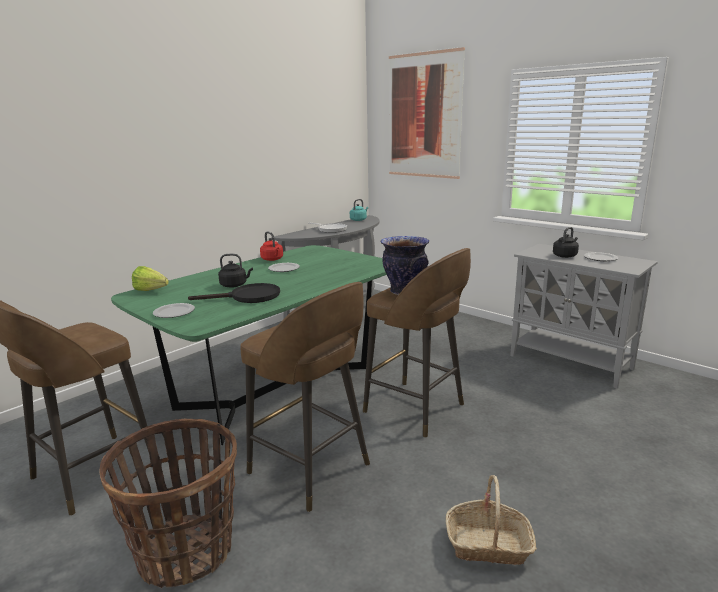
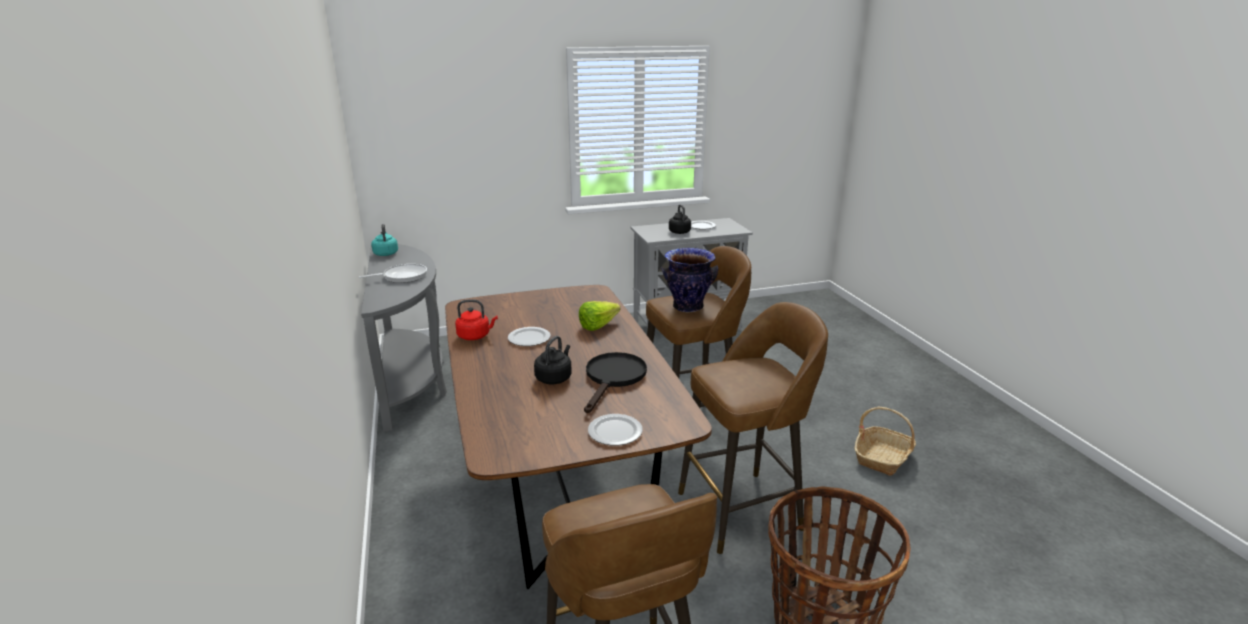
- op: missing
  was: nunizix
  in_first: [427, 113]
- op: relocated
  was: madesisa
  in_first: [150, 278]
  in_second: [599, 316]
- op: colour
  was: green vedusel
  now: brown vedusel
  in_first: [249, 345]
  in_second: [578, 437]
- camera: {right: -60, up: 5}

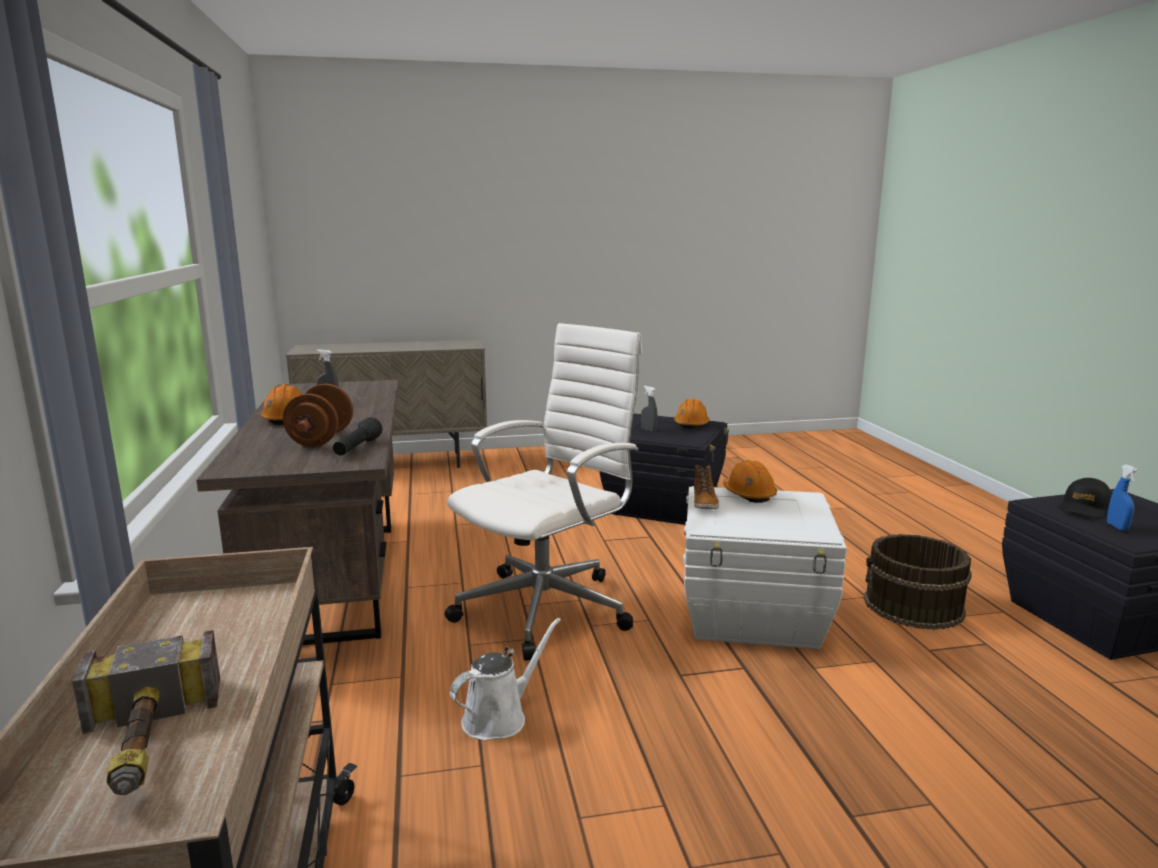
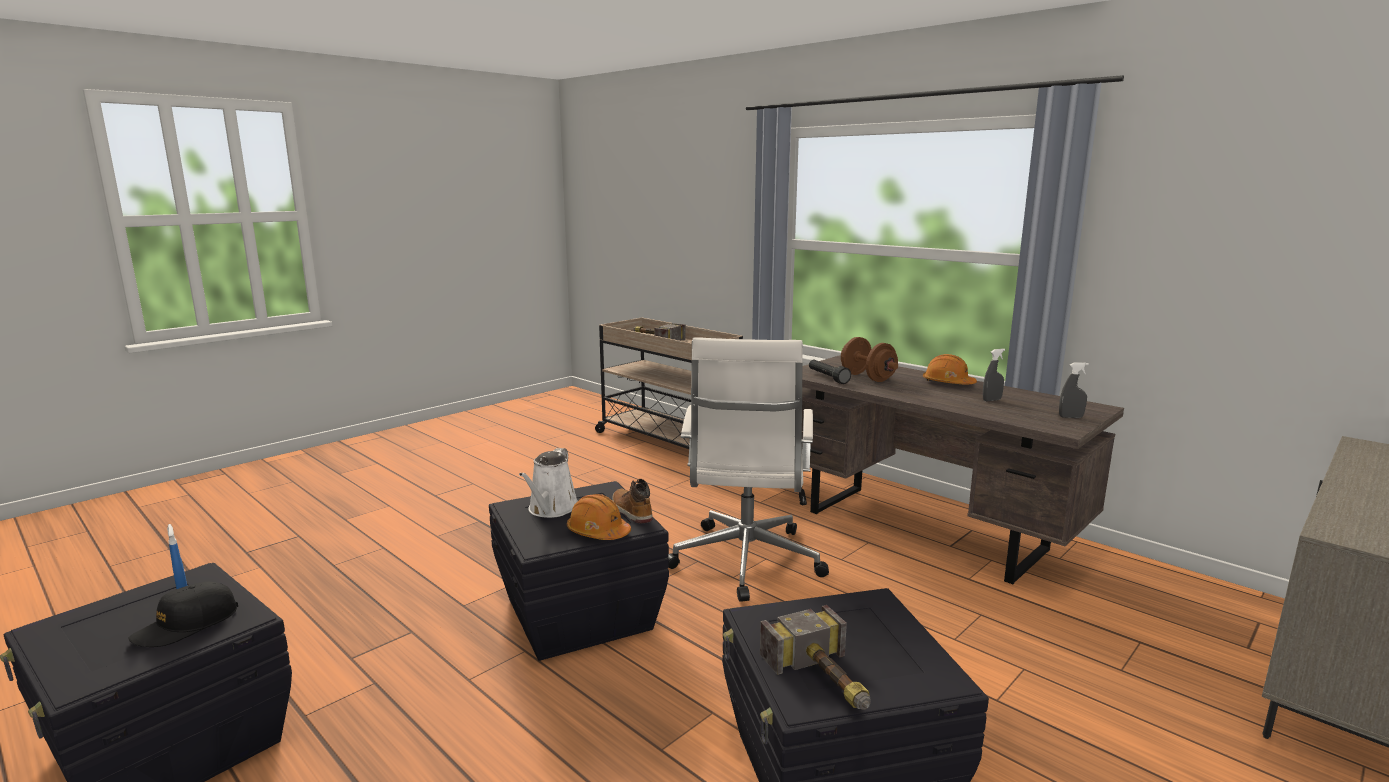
- op: missing
  was: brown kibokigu
  in_first: [918, 582]
- op: relocated
  was: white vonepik
  in_first: [505, 679]
  in_second: [548, 483]
- op: relocated
  was: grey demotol
  in_first: [649, 408]
  in_second: [1074, 390]
- op: exchanged
  was: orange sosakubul
  now: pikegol
  in_first: [692, 413]
  in_second: [815, 657]
- op: colour
  was: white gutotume
  now: black gutotume
  in_first: [765, 567]
  in_second: [579, 571]
- op: spun
  was: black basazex
  in_first: [1085, 498]
  in_second: [183, 614]
  clockwise: -150
- camera: {right: 145, up: 0}

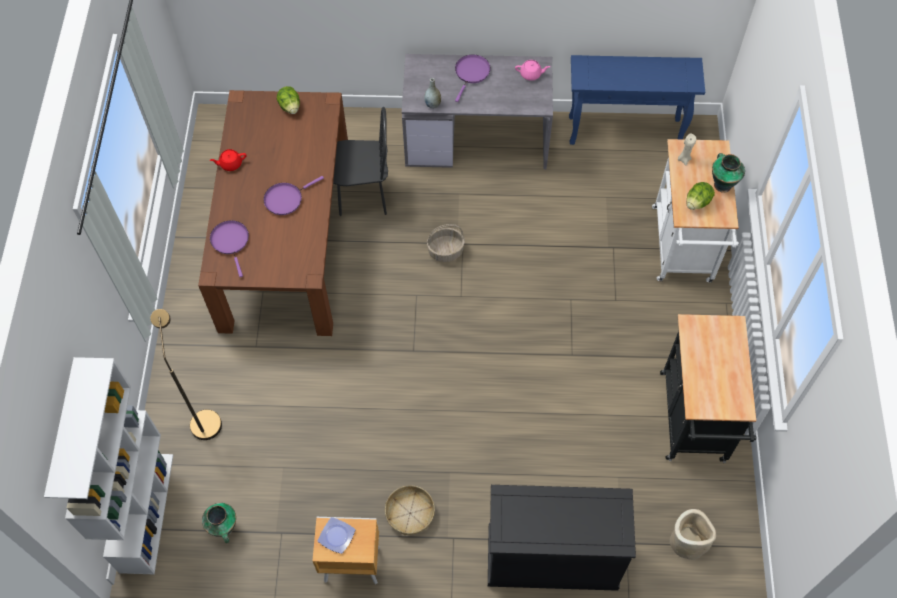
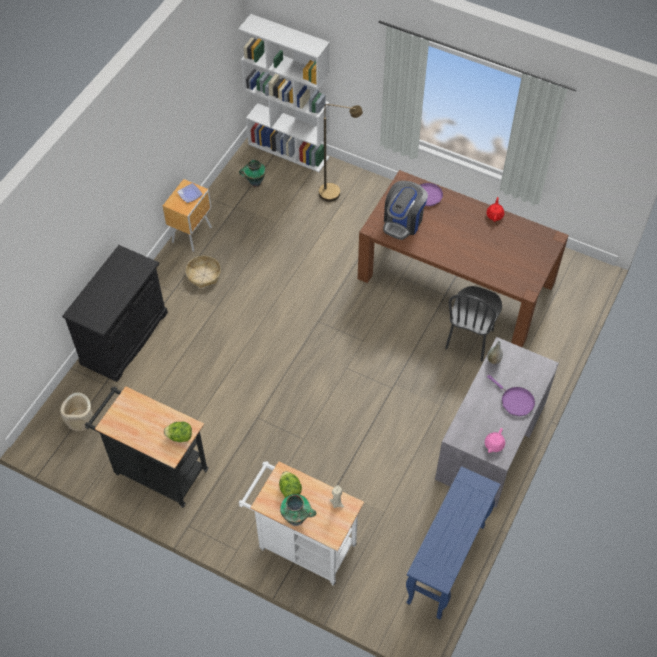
- op: missing
  was: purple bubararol
  in_first: [294, 195]
- op: missing
  was: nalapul
  in_first: [446, 243]
- op: appeared
  now: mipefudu
  in_second: [405, 210]
- op: relocated
  was: madesisa
  in_first: [288, 100]
  in_second: [178, 432]
- camera: {right: 115, up: -5}

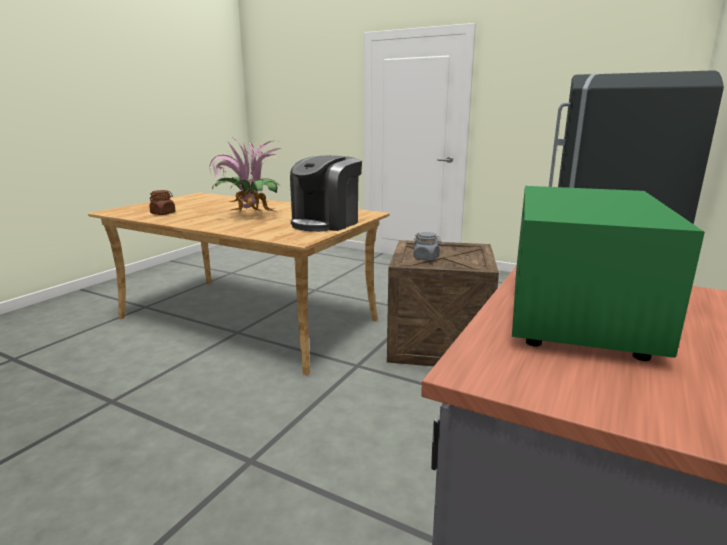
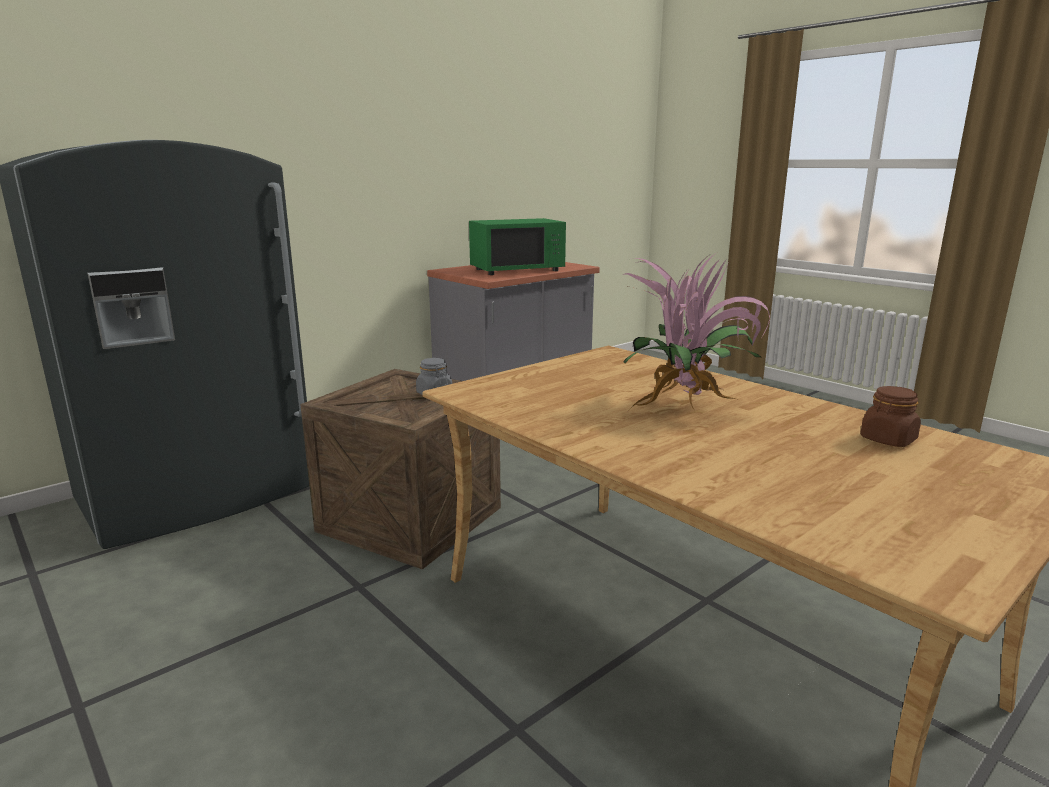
- op: missing
  was: mipefudu
  in_first: [326, 193]
- op: spun
  was: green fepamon
  in_first: [608, 273]
  in_second: [517, 246]
  clockwise: -150
- camera: {right: -160, up: 0}

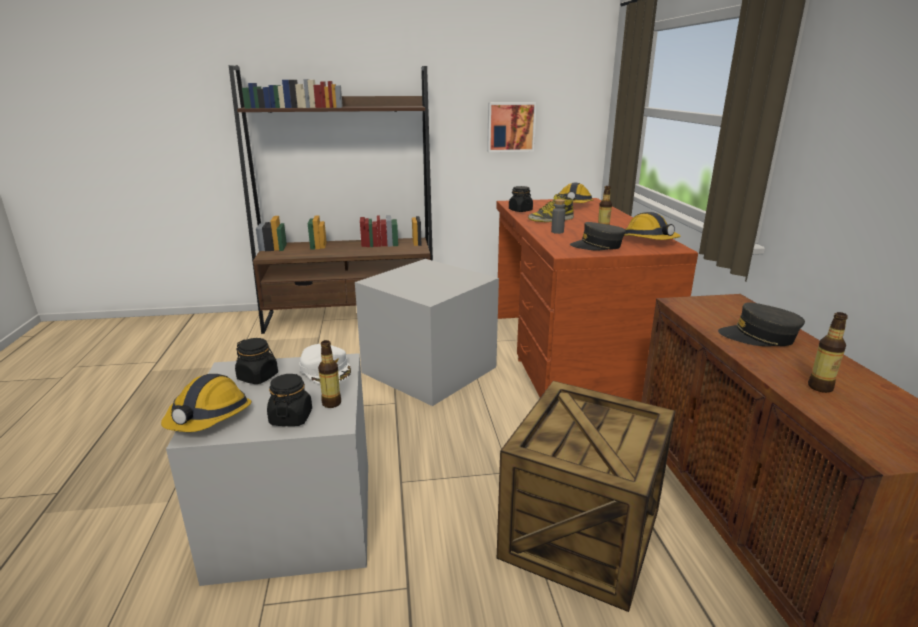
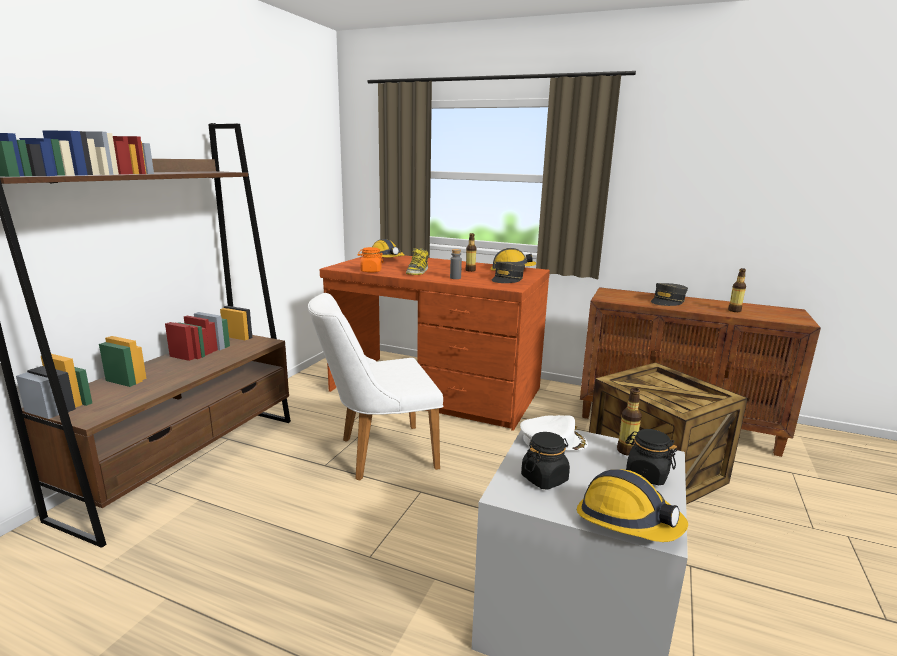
- op: missing
  was: nunizix
  in_first: [512, 127]
- op: exchanged
  was: grey gutotume
  now: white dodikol
  in_first: [427, 332]
  in_second: [375, 387]
- op: colour
  was: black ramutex
  now: orange ramutex
  in_first: [521, 199]
  in_second: [371, 260]
- camera: {right: -60, up: -5}

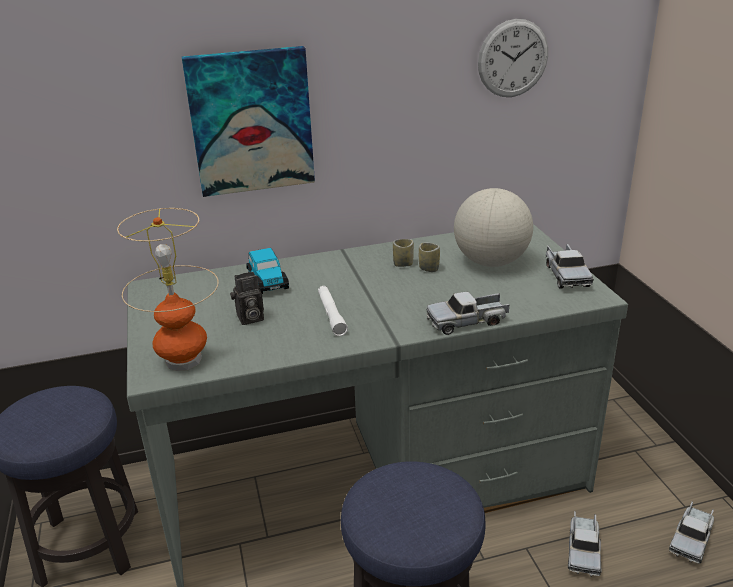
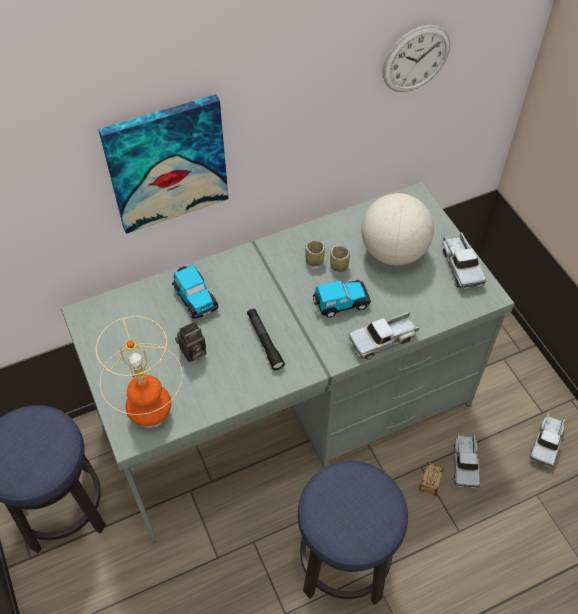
- op: appeared
  now: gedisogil
  in_second: [342, 299]
- op: appeared
  now: gutotume
  in_second: [431, 486]
- op: colour
  was: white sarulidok
  now: black sarulidok
  in_first: [333, 311]
  in_second: [266, 339]
- camera: {right: -10, up: 25}

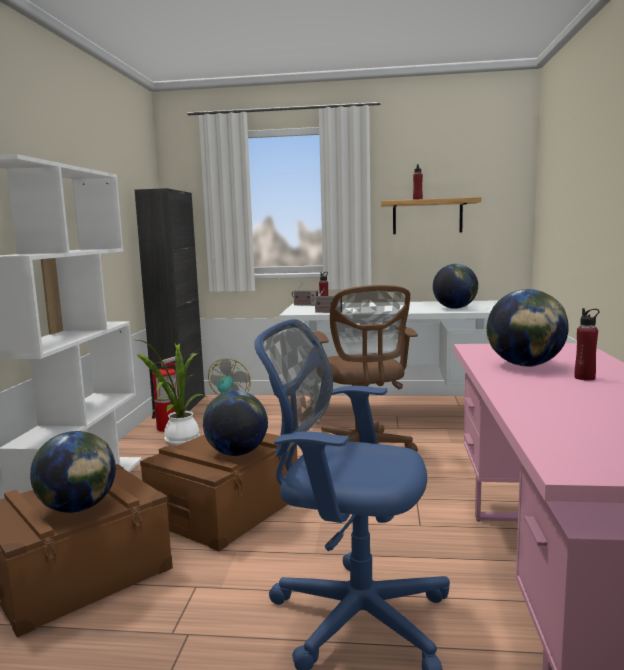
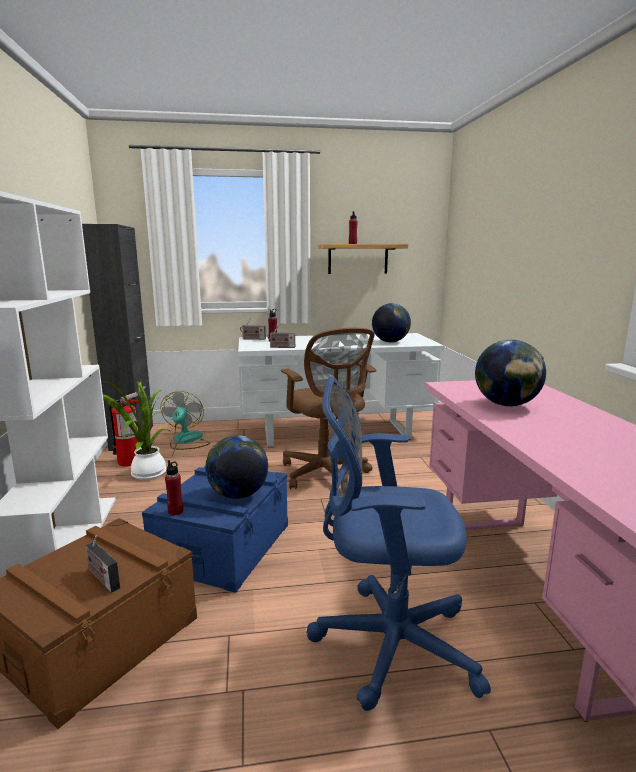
- op: relocated
  was: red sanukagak
  in_first: [587, 344]
  in_second: [174, 487]
- op: exchanged
  was: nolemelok
  now: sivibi
  in_first: [73, 472]
  in_second: [103, 564]
- op: colour
  was: brown gutotume
  now: blue gutotume
  in_first: [218, 492]
  in_second: [215, 530]
- camera: {right: -15, up: 5}

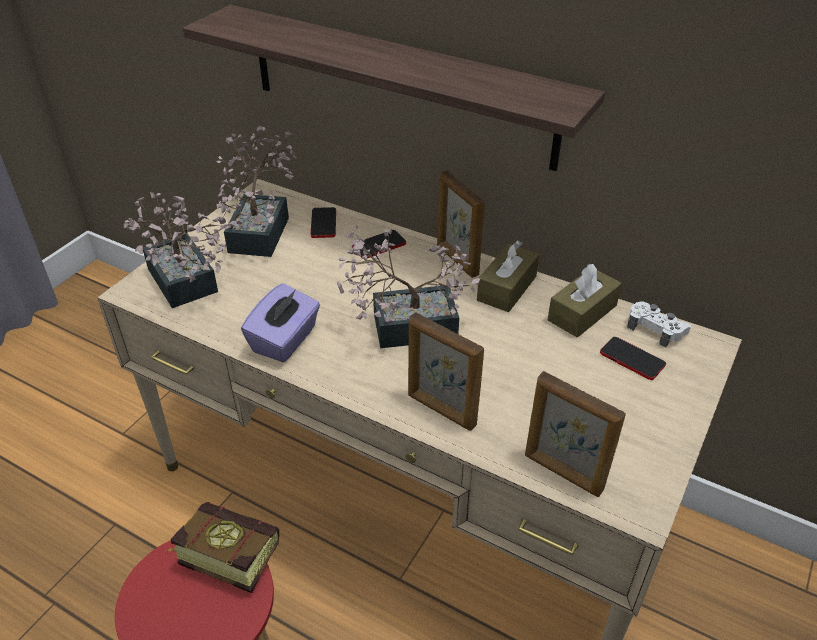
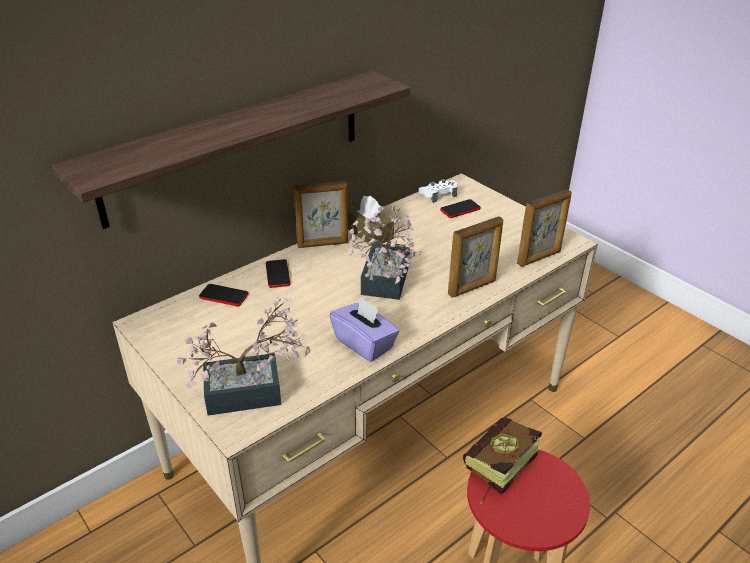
- op: missing
  was: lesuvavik
  in_first: [256, 191]
- op: missing
  was: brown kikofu
  in_first: [585, 301]
- camera: {right: -70, up: -5}

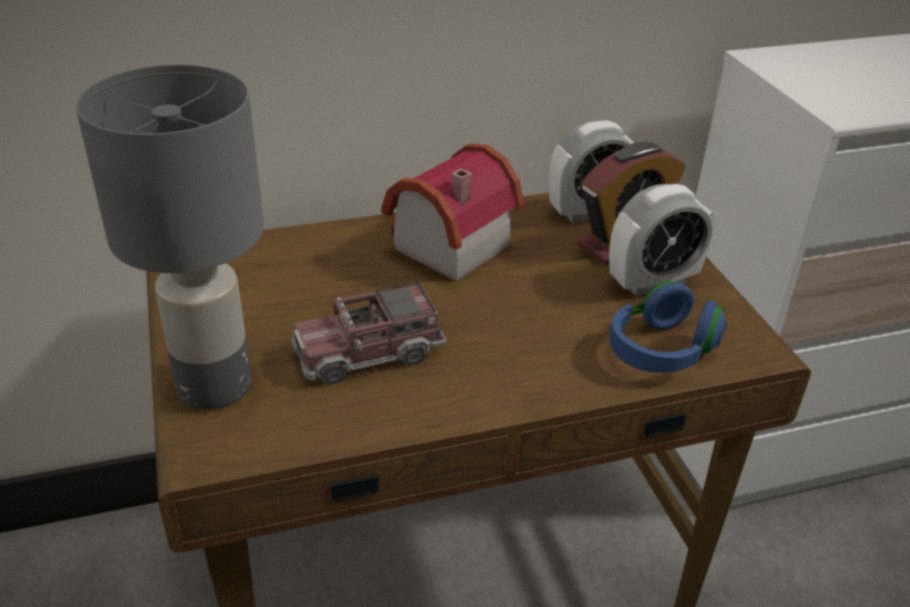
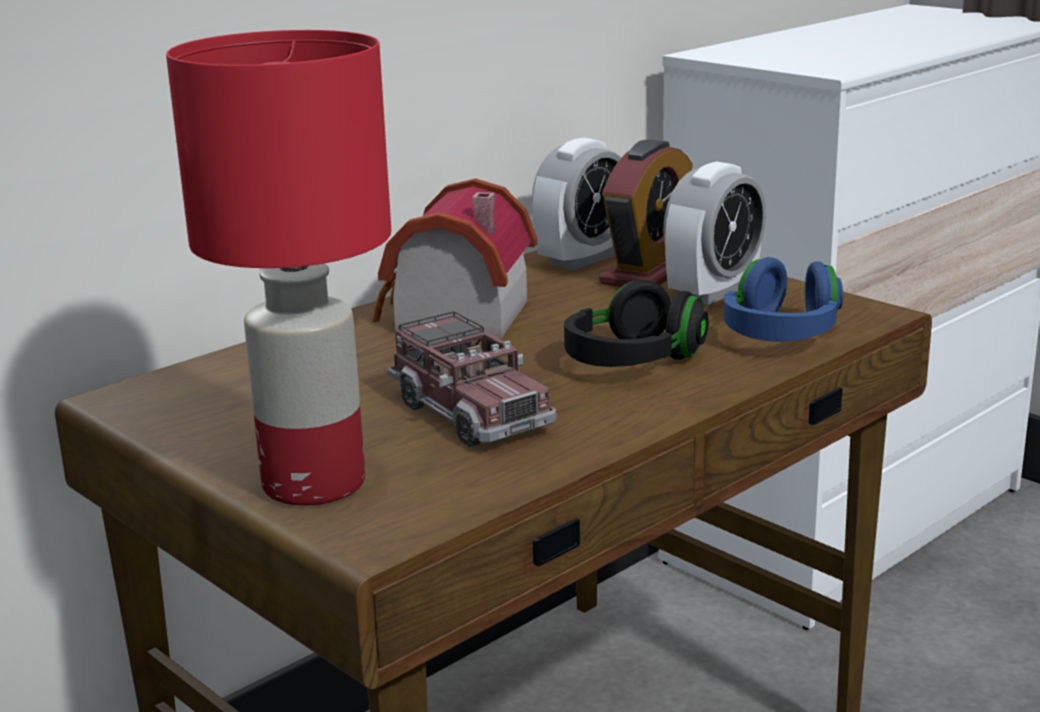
- op: appeared
  now: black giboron
  in_second: [636, 323]
- op: colour
  was: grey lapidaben
  now: red lapidaben
  in_first: [170, 236]
  in_second: [278, 268]
- op: spun
  was: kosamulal
  in_first: [369, 333]
  in_second: [471, 379]
  clockwise: -75
- camera: {right: -25, up: -15}

